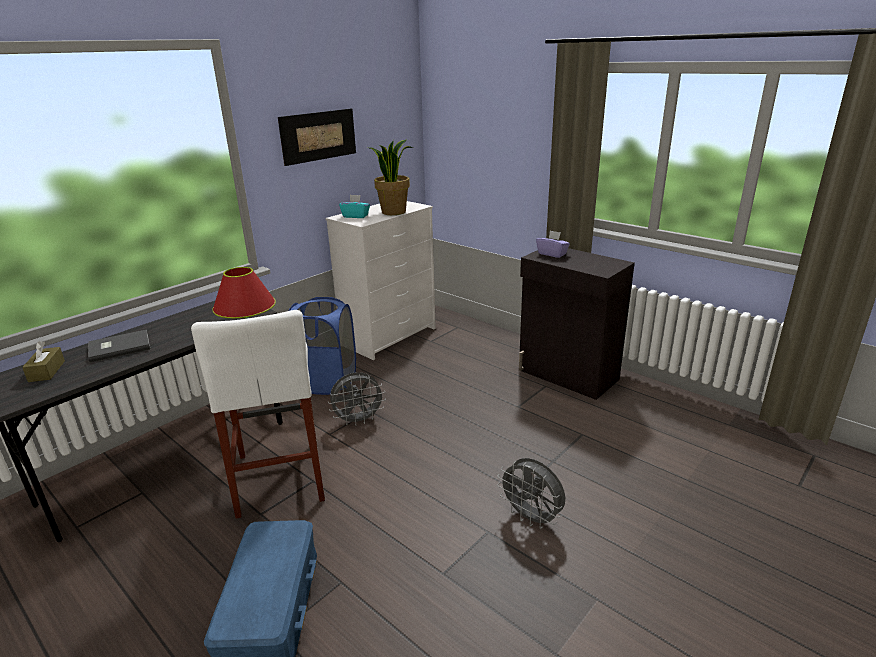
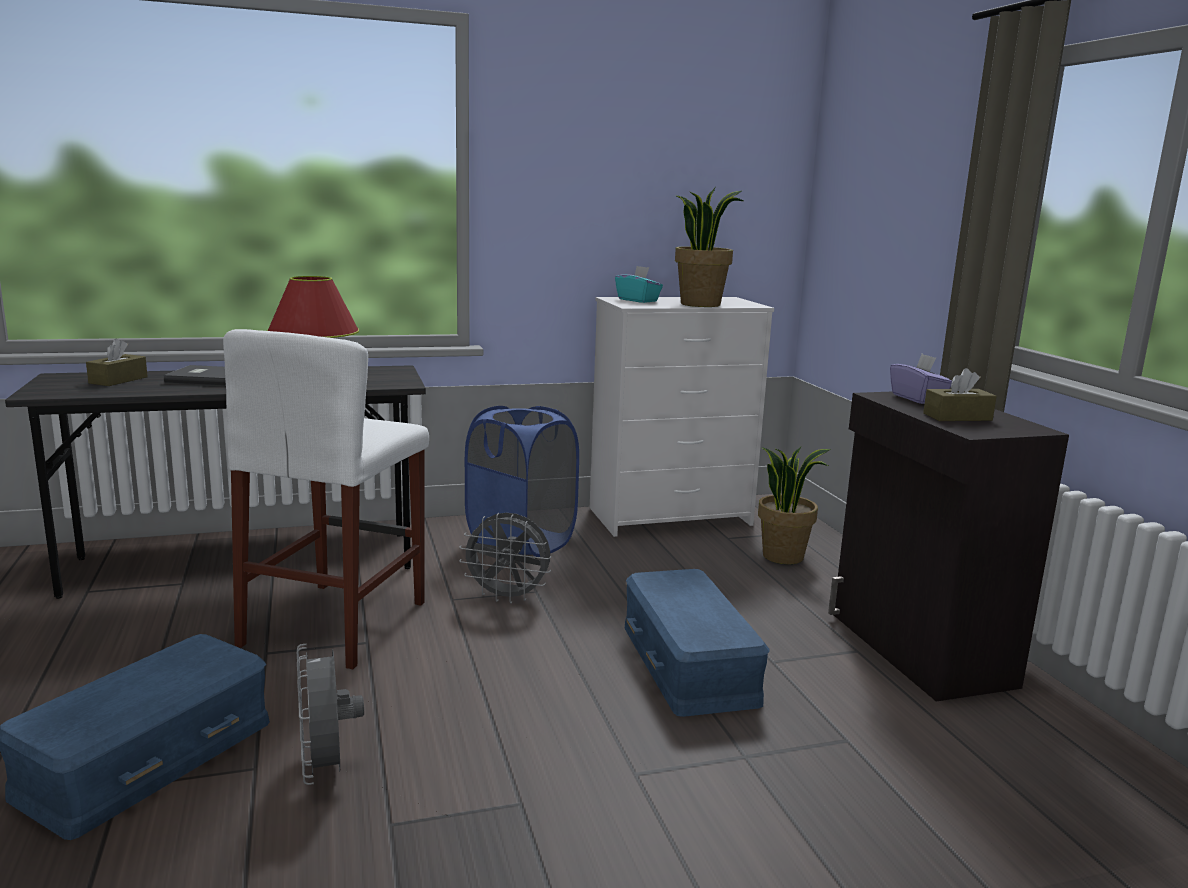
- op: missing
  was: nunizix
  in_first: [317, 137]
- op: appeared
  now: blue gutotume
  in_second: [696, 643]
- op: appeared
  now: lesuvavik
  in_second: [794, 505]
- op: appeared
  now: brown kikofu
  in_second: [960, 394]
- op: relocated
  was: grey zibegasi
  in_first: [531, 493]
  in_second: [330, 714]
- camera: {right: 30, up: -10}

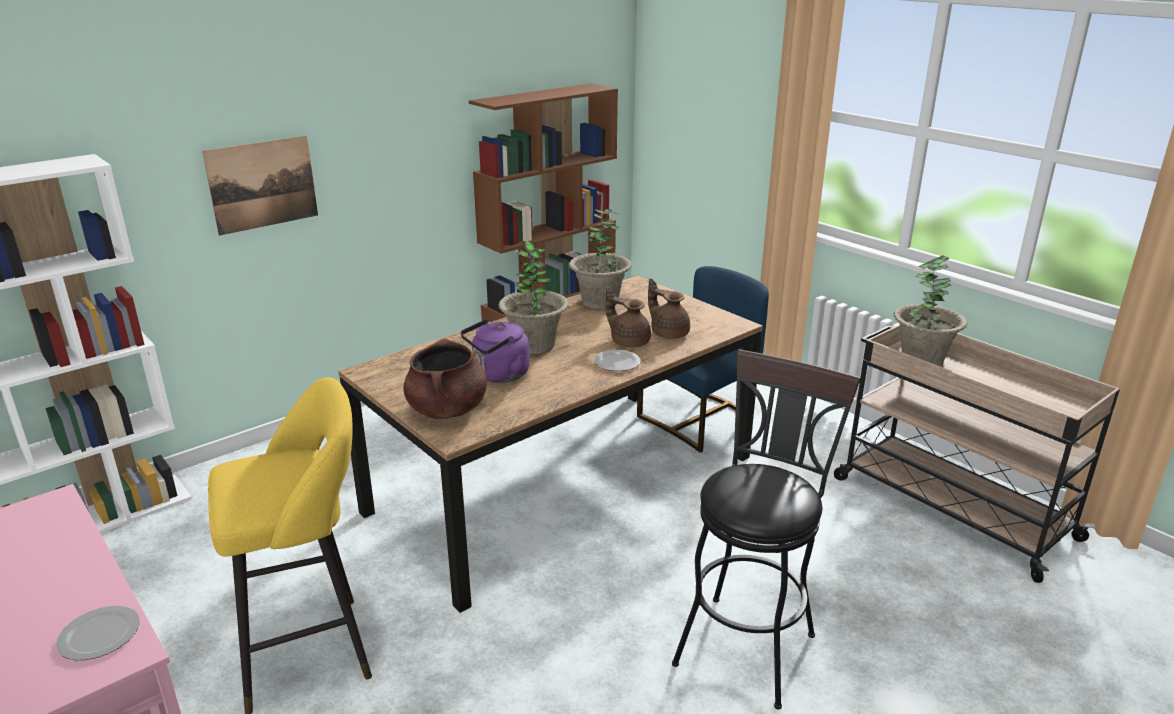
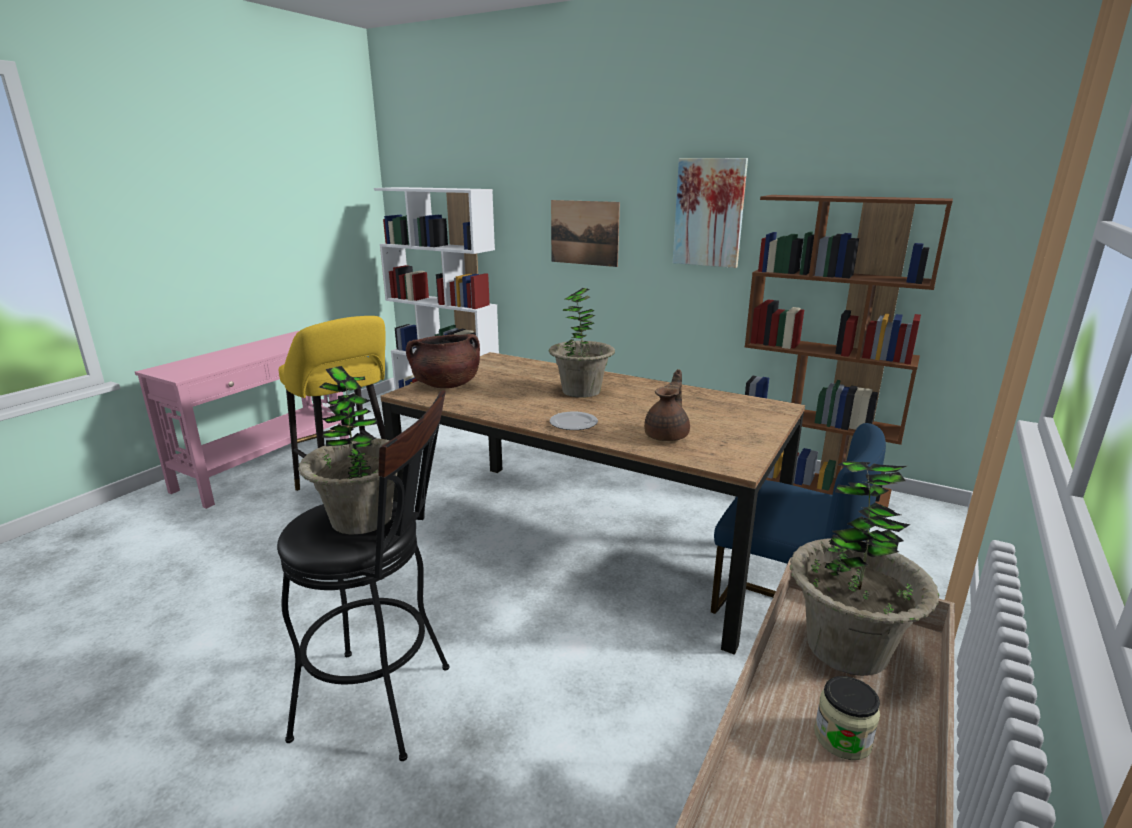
- op: missing
  was: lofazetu
  in_first: [98, 633]
- op: missing
  was: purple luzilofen
  in_first: [495, 351]
- op: missing
  was: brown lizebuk
  in_first: [628, 317]
- op: appeared
  now: nunizix
  in_second: [710, 213]
- op: appeared
  now: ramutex
  in_second: [847, 718]
- op: relocated
  was: lesuvavik
  in_first: [600, 259]
  in_second: [347, 450]
- camera: {right: 70, up: -5}

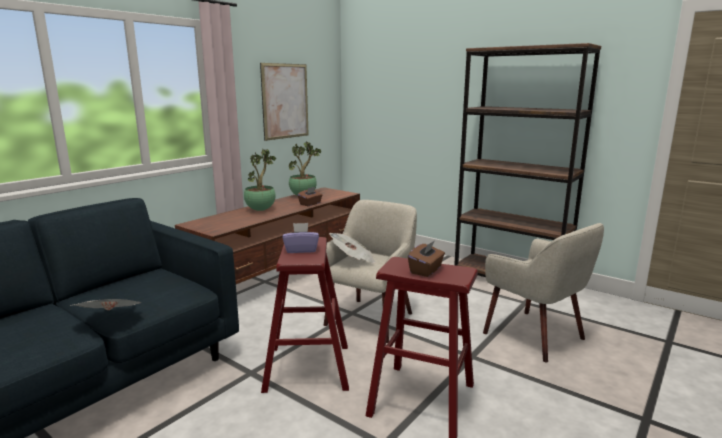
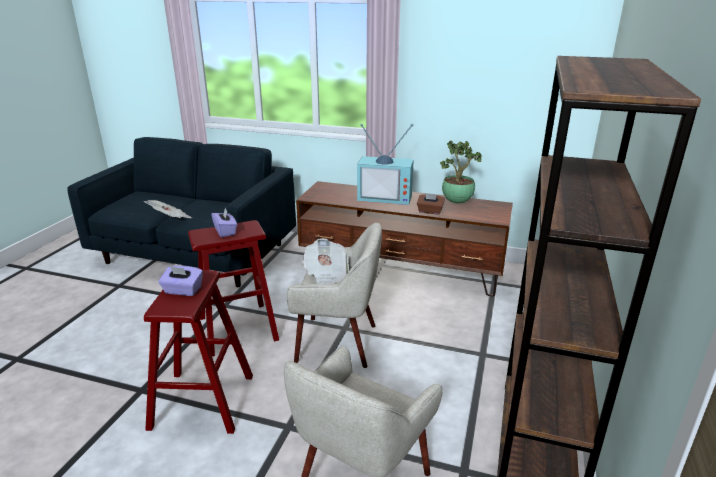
- op: missing
  was: nunizix
  in_first: [284, 102]
- op: exchanged
  was: lesuvavik
  now: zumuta
  in_first: [260, 180]
  in_second: [385, 164]
- op: colour
  was: brown kikofu
  now: purple kikofu
  in_first: [426, 259]
  in_second: [180, 280]
- camera: {right: 70, up: 10}

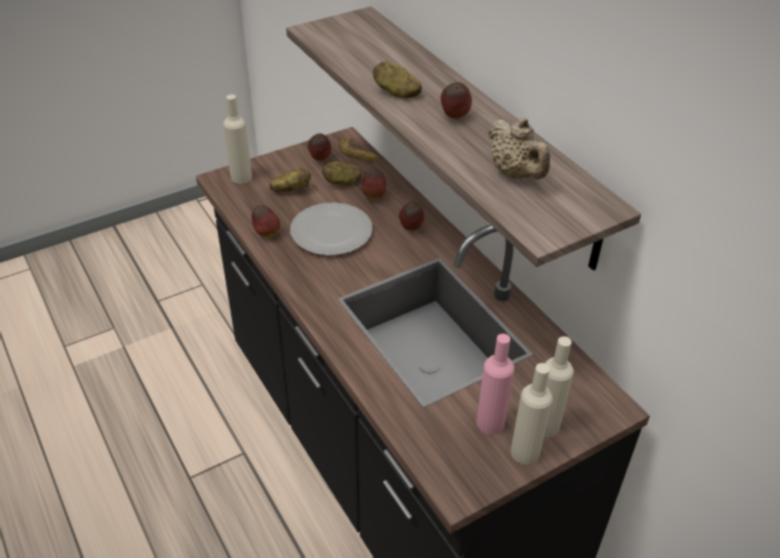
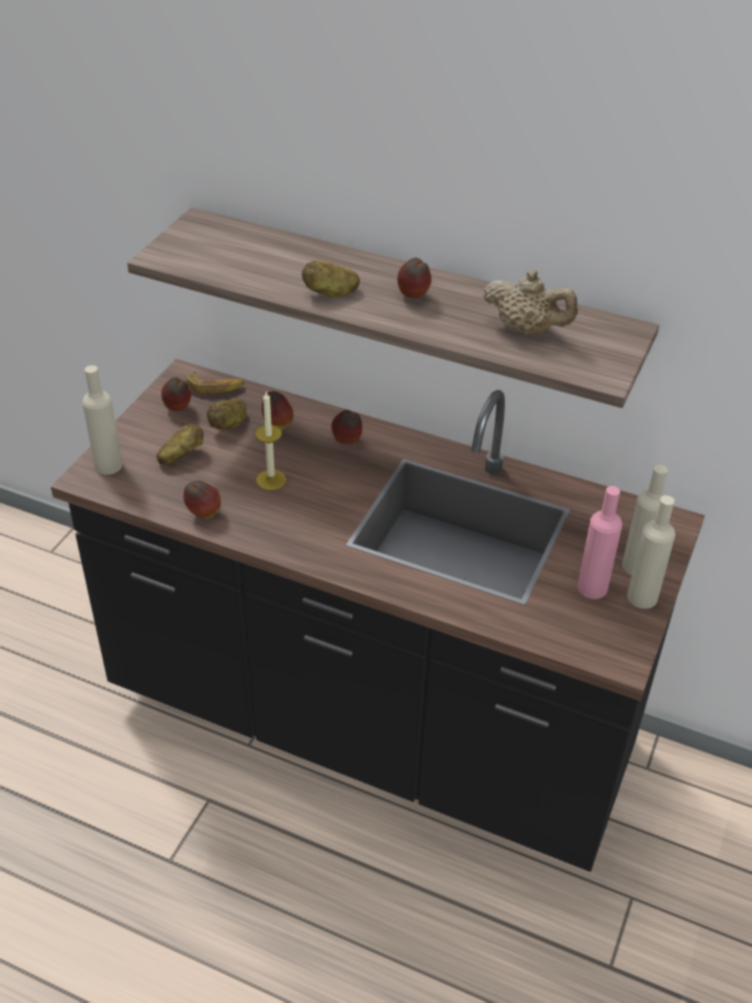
- op: exchanged
  was: lofazetu
  now: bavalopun
  in_first: [331, 229]
  in_second: [270, 441]
- camera: {right: -35, up: 0}

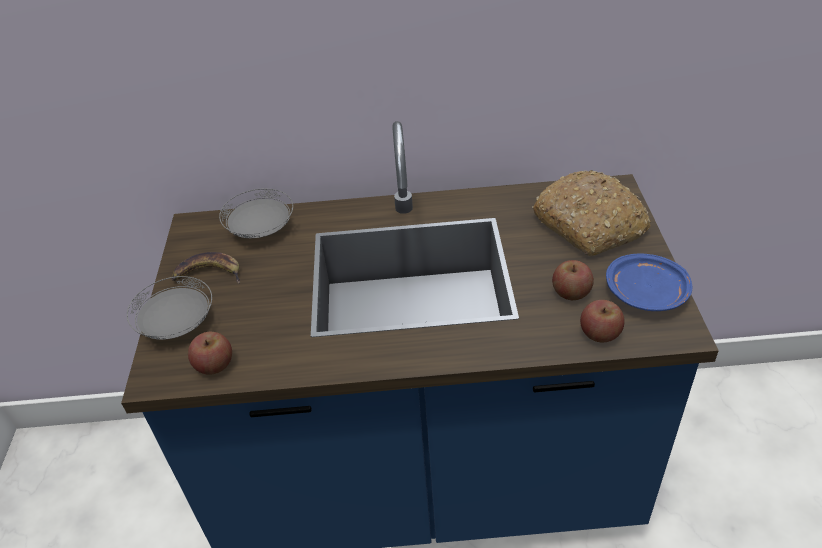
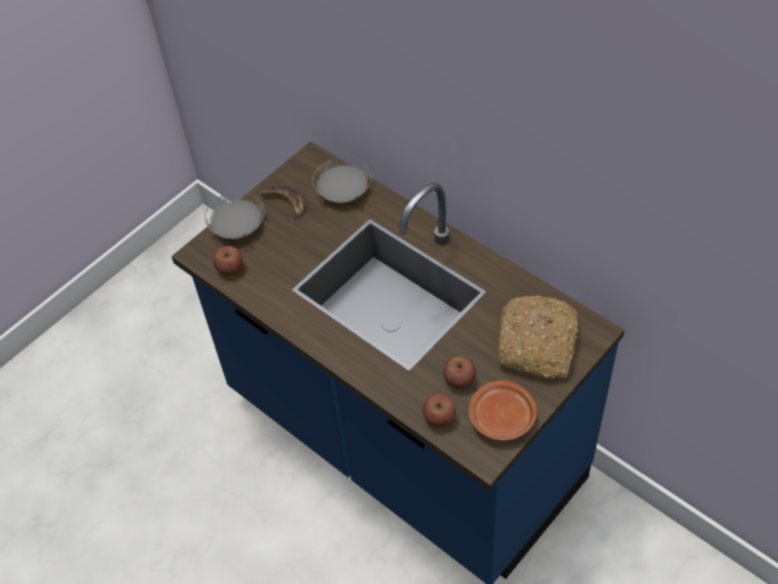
- op: colour
  was: blue lofazetu
  now: brown lofazetu
  in_first: [649, 282]
  in_second: [503, 410]
- camera: {right: 45, up: 10}

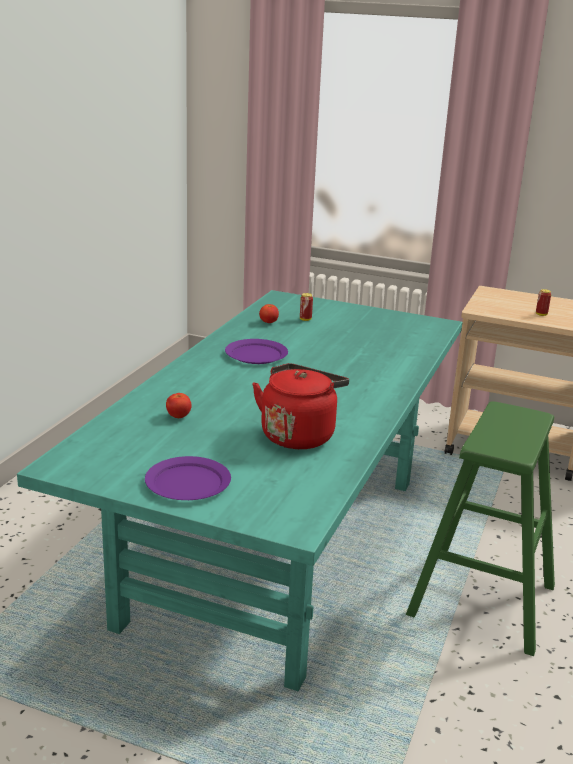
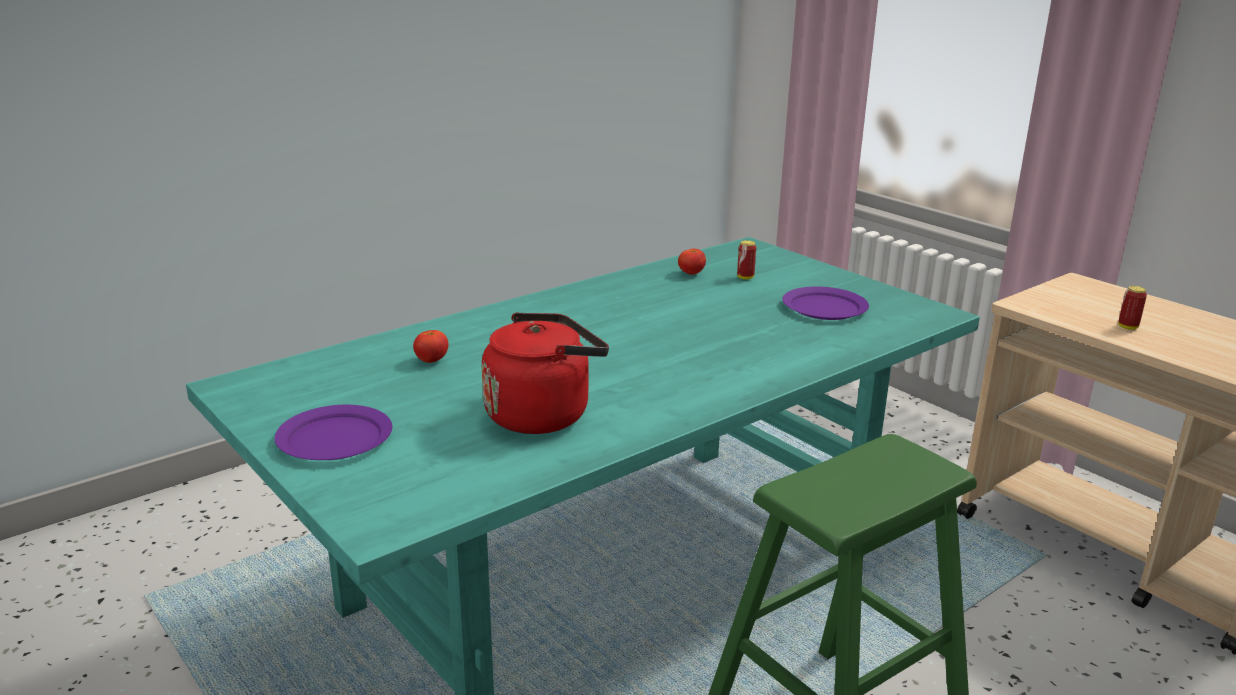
- op: relocated
  was: purple lofazetu
  in_first: [256, 351]
  in_second: [825, 303]
- camera: {right: 30, up: 0}

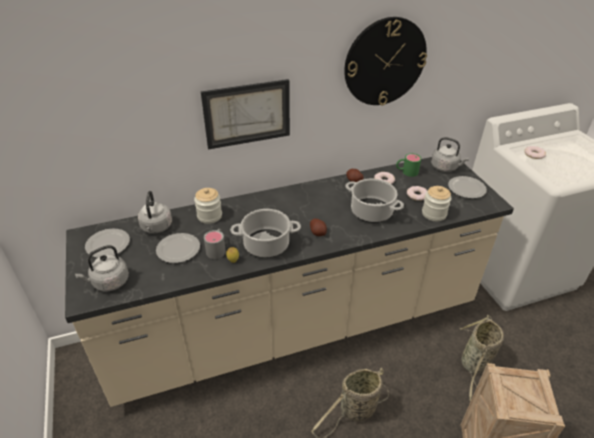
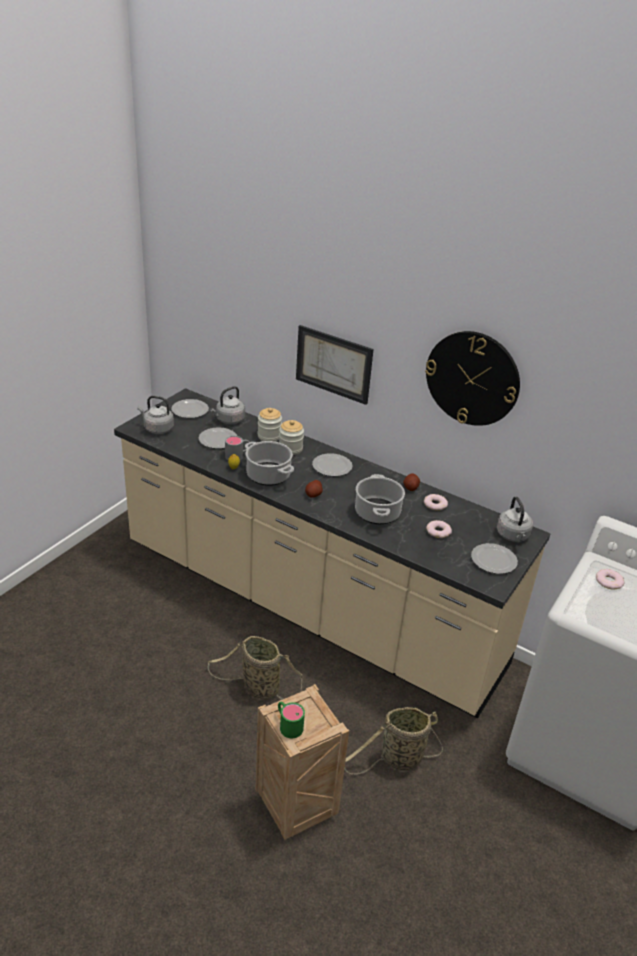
- op: appeared
  now: lofazetu
  in_second: [332, 464]
- op: relocated
  was: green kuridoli
  in_first: [408, 165]
  in_second: [291, 720]
- op: relocated
  was: ramutex
  in_first: [436, 203]
  in_second: [291, 437]
- camera: {right: 50, up: -5}

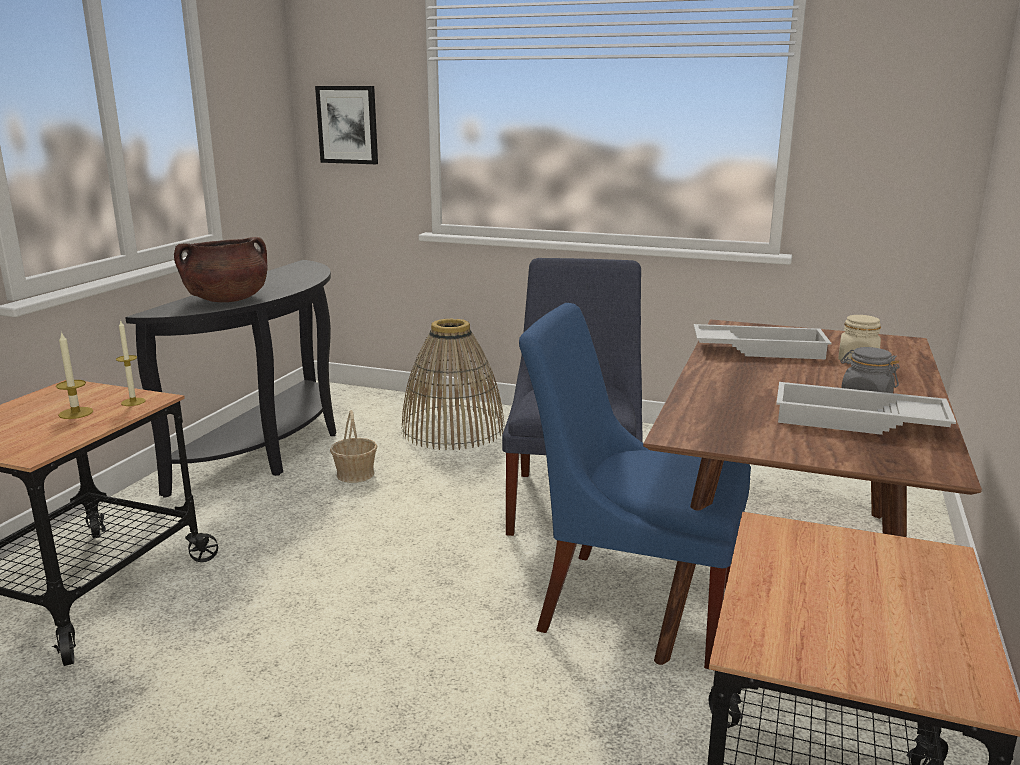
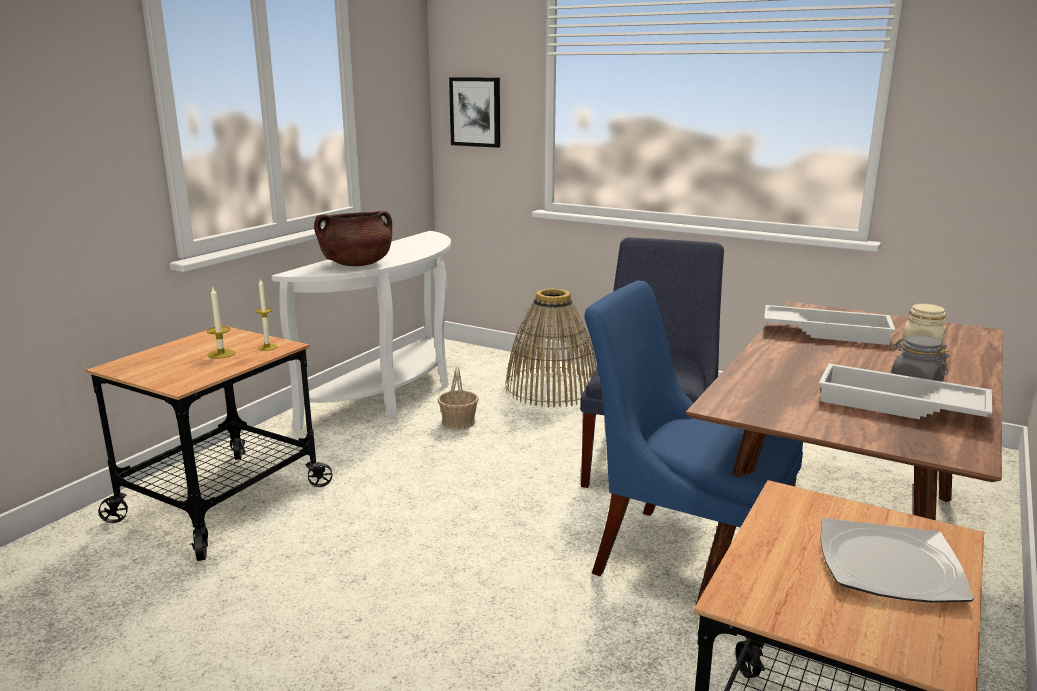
- op: appeared
  now: lofazetu
  in_second: [897, 560]
- op: colour
  was: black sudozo
  now: white sudozo
  in_first: [231, 379]
  in_second: [361, 330]
- camera: {right: 10, up: 0}

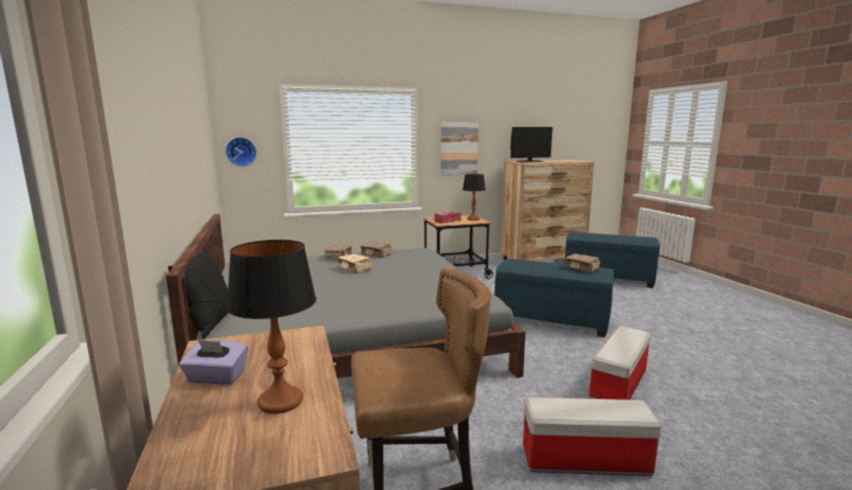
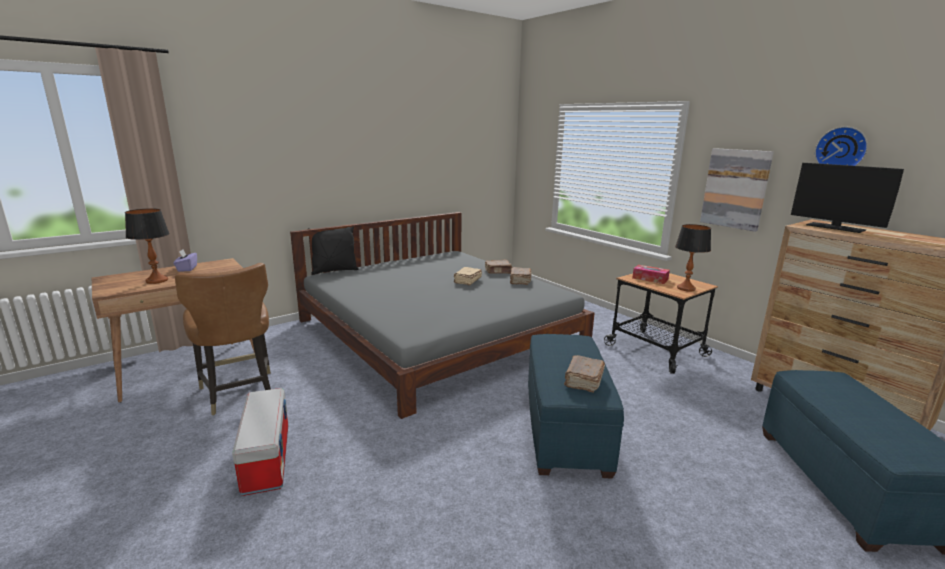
- op: missing
  was: gutotume
  in_first: [620, 363]
- op: relocated
  was: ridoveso
  in_first: [241, 152]
  in_second: [841, 146]
- camera: {right: 70, up: 5}

